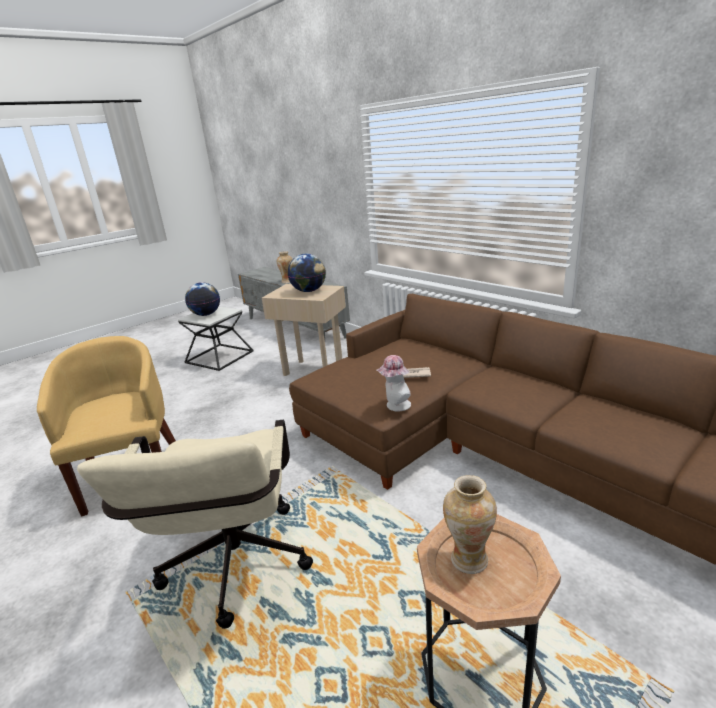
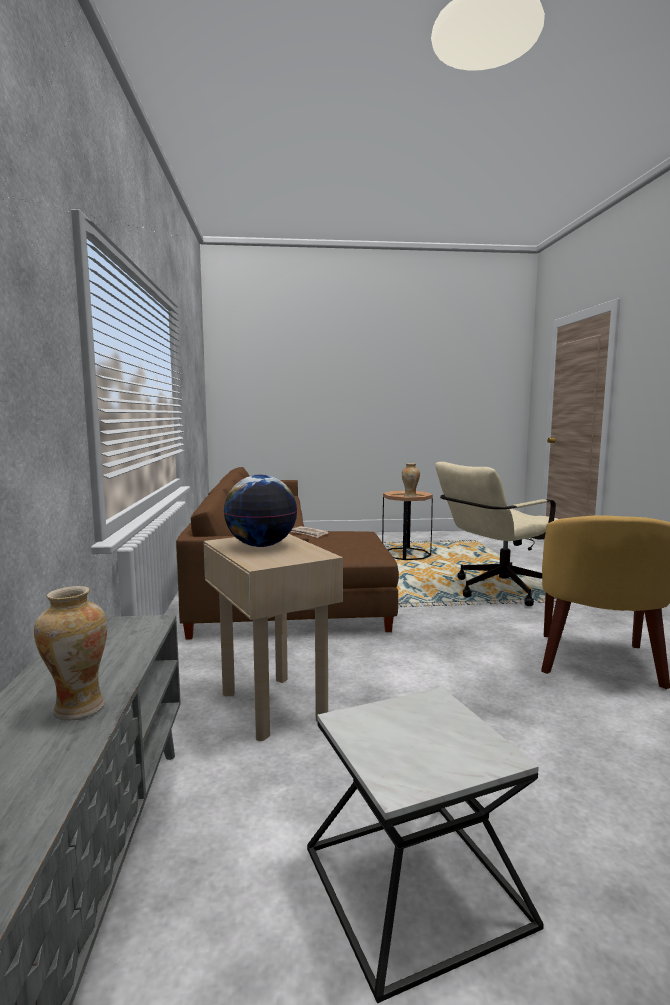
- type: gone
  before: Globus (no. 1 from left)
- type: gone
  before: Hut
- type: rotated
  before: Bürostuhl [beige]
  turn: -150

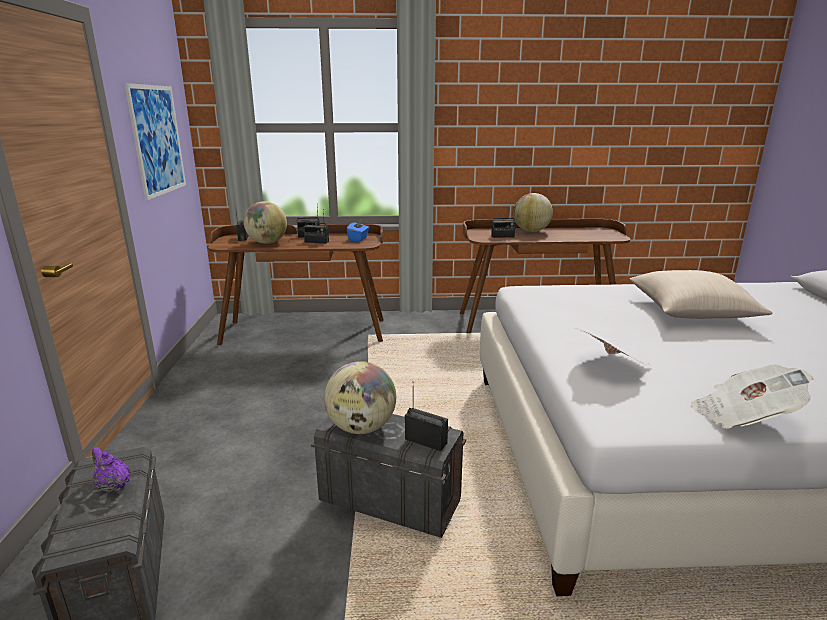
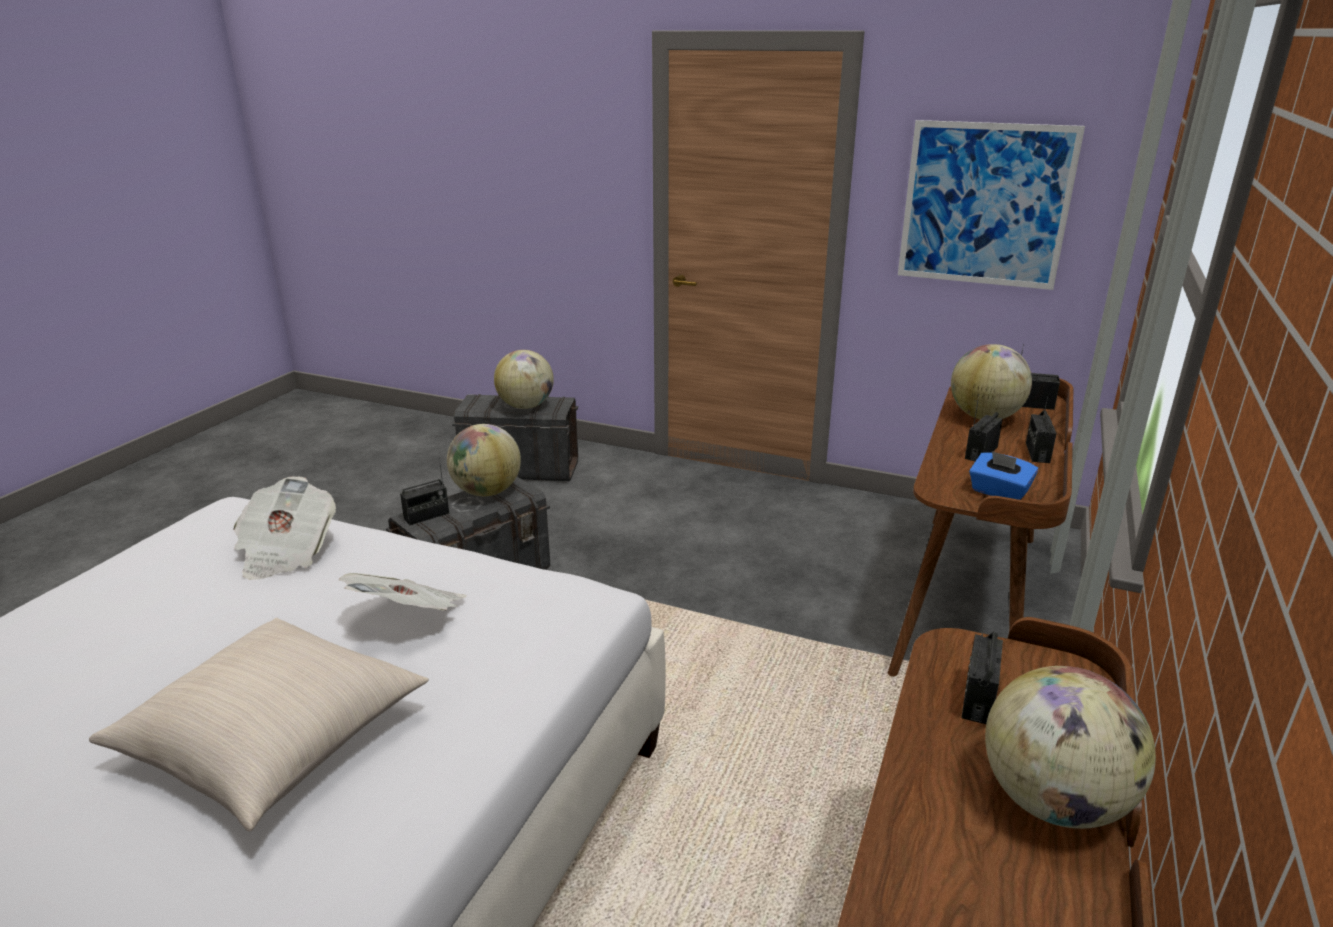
- type: shifted
  before: Zeitung (no. 2 from left)
- type: swapped
  before: Teekanne [lila]
  after: Globus (no. 2 from left)

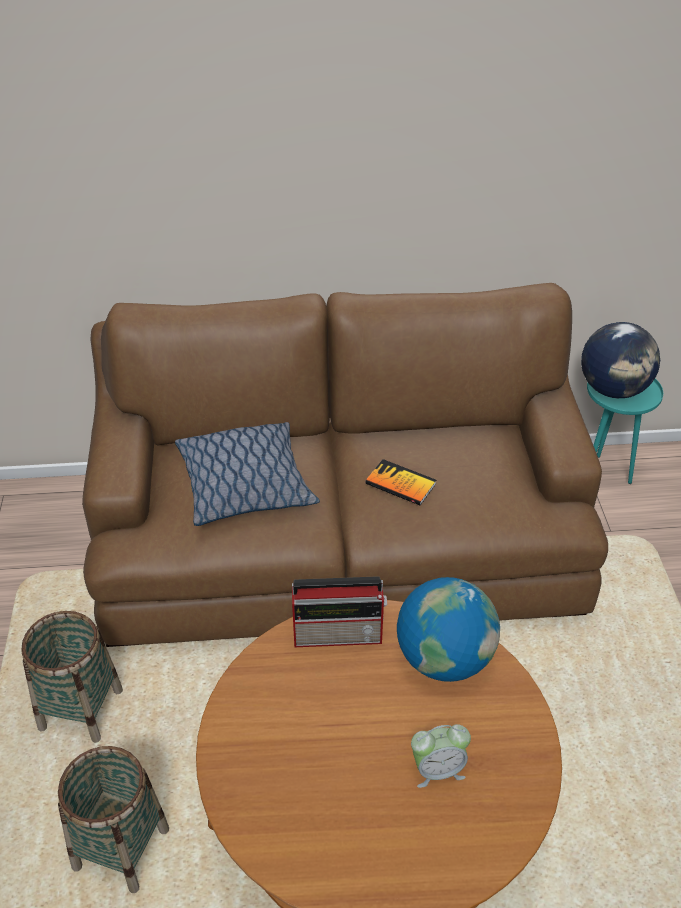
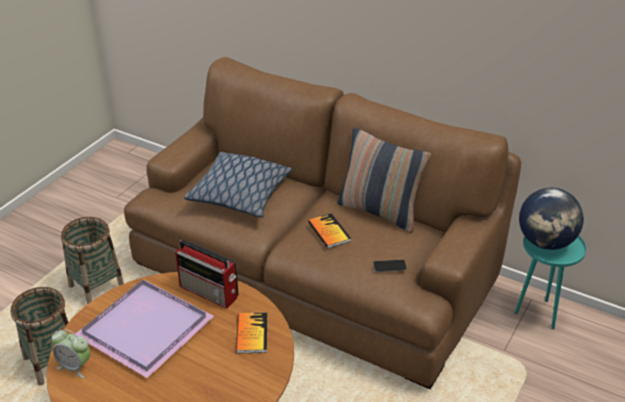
- type: swapped
  before: Globus (no. 1 from left)
  after: Buch (no. 1 from left)
- type: shifted
  before: Wecker
- type: new
  after: Kissen (no. 2 from left)
- type: new
  after: Handy
- type: new
  after: Tablett [lila]

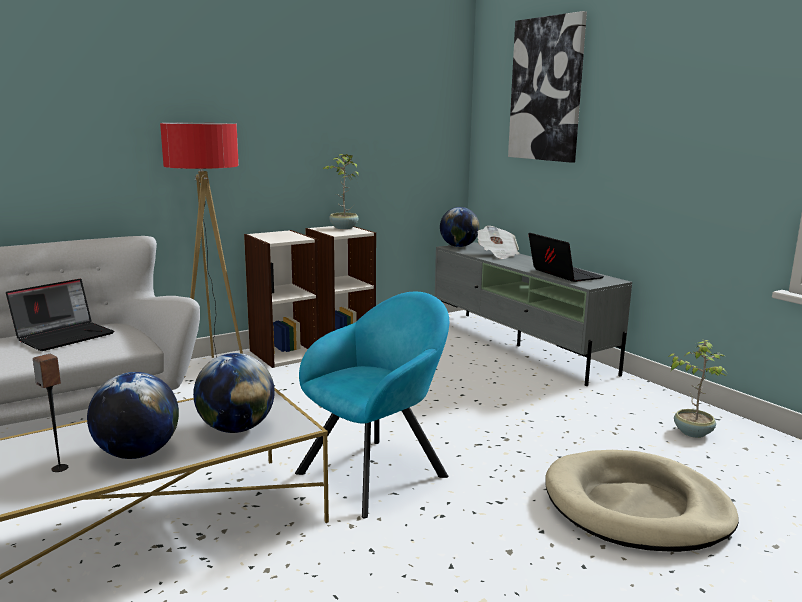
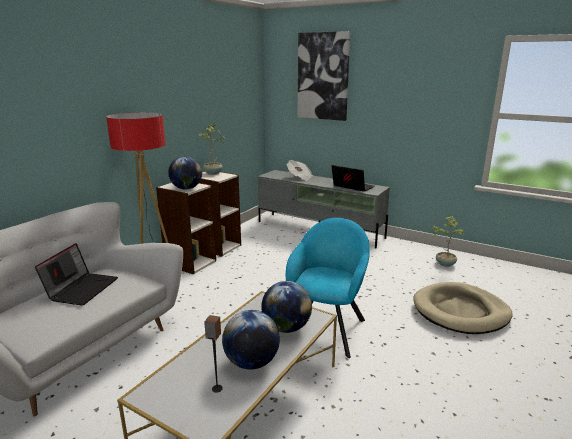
- type: shifted
  before: Globus (no. 3 from left in the first image)
  after: Globus (no. 1 from left)

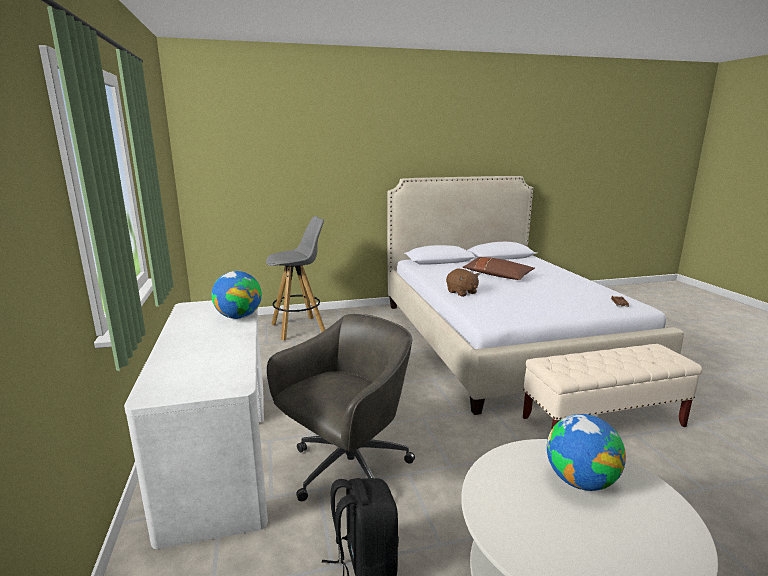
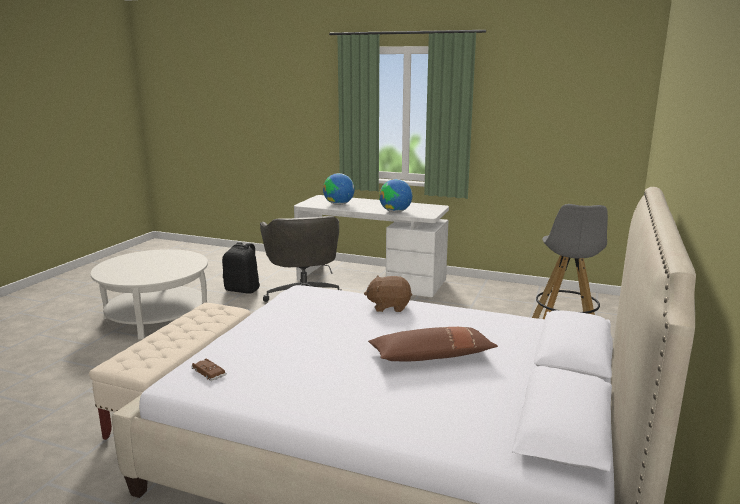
- type: shifted
  before: Globus (no. 2 from left in the first image)
  after: Globus (no. 1 from left)

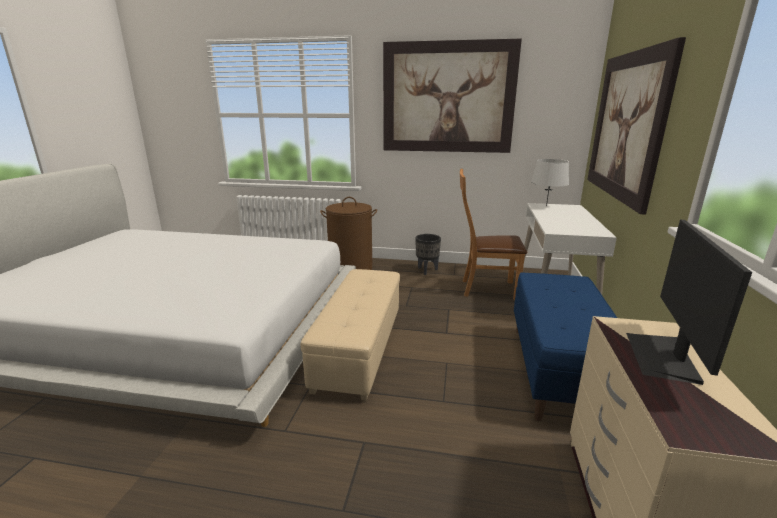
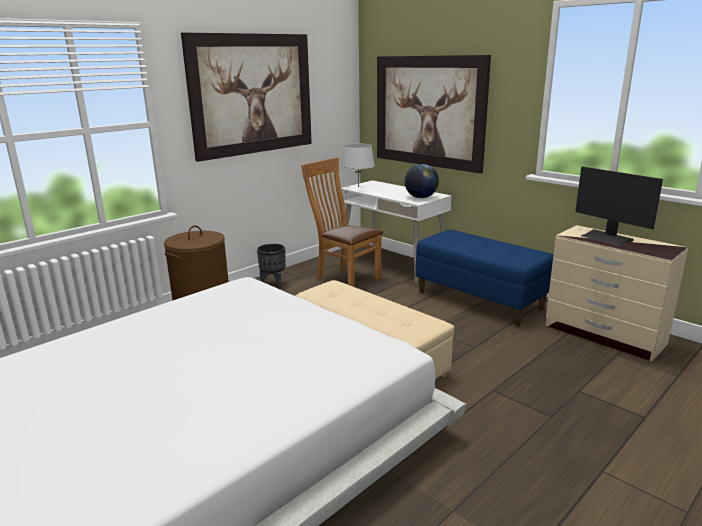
- type: rotated
  before: Stuhl [braun]
  turn: 90
- type: new
  after: Globus

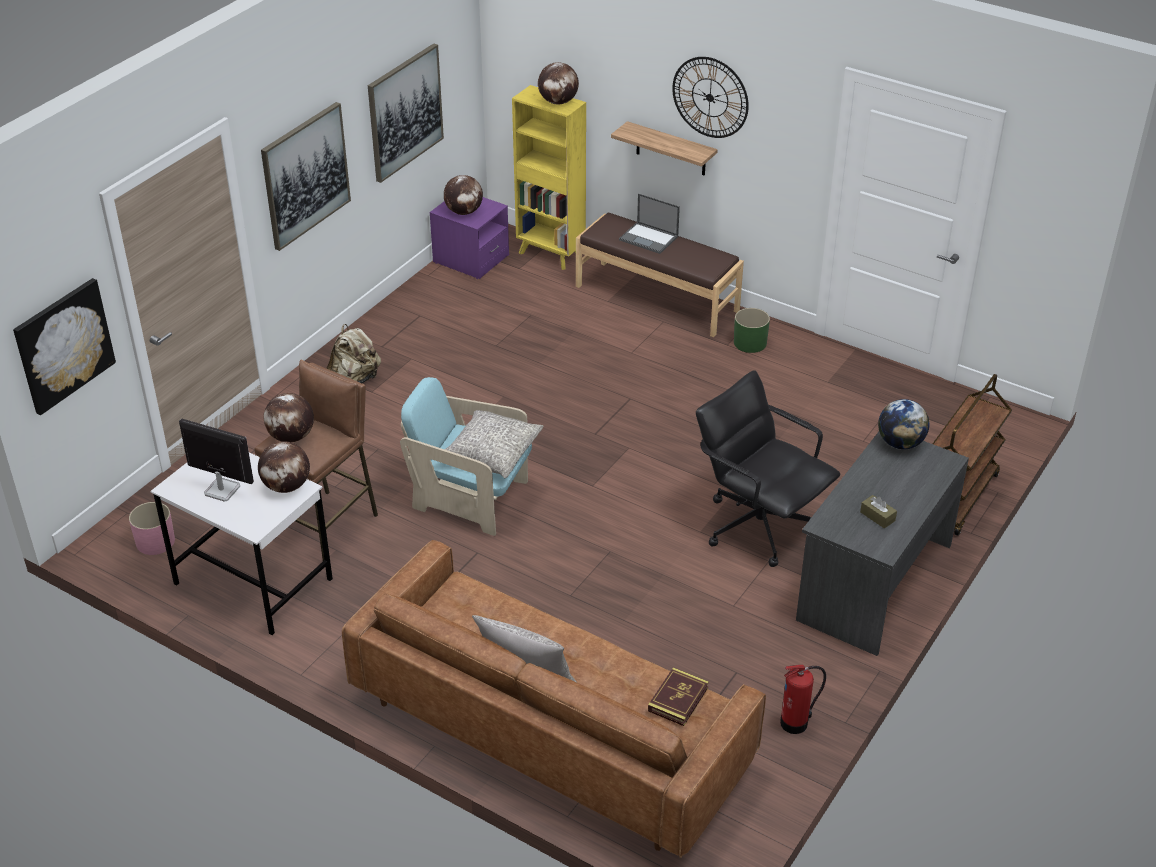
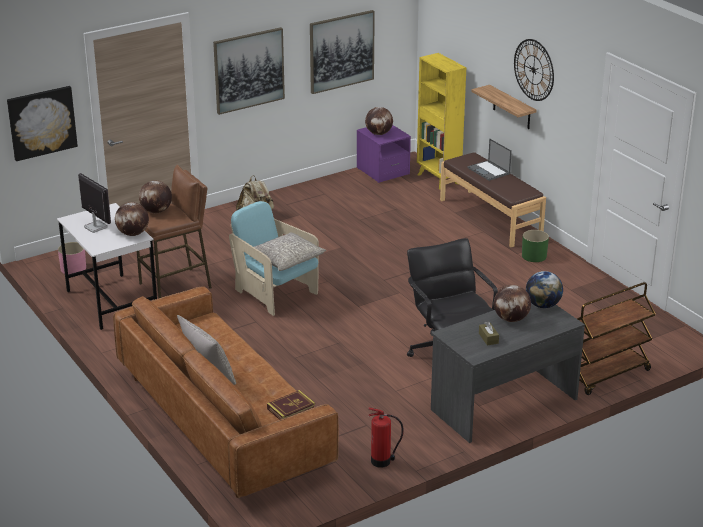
- type: shifted
  before: Globus (no. 4 from left)

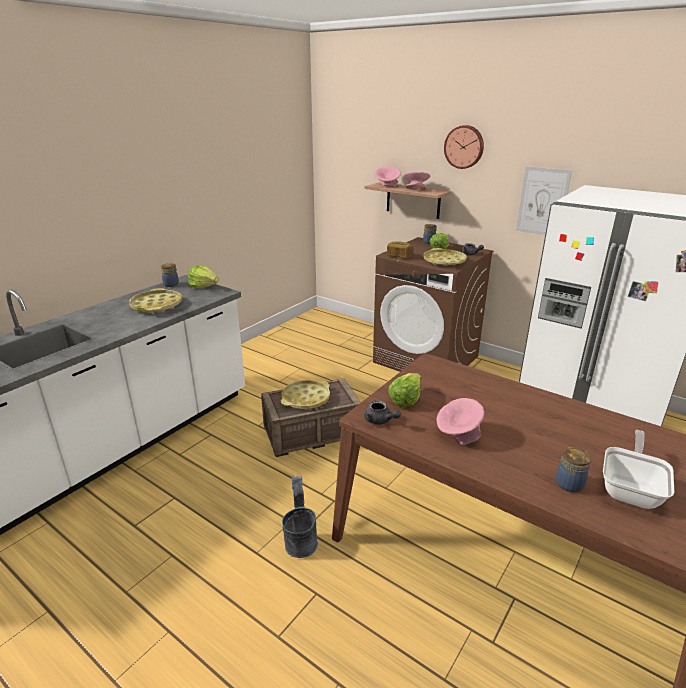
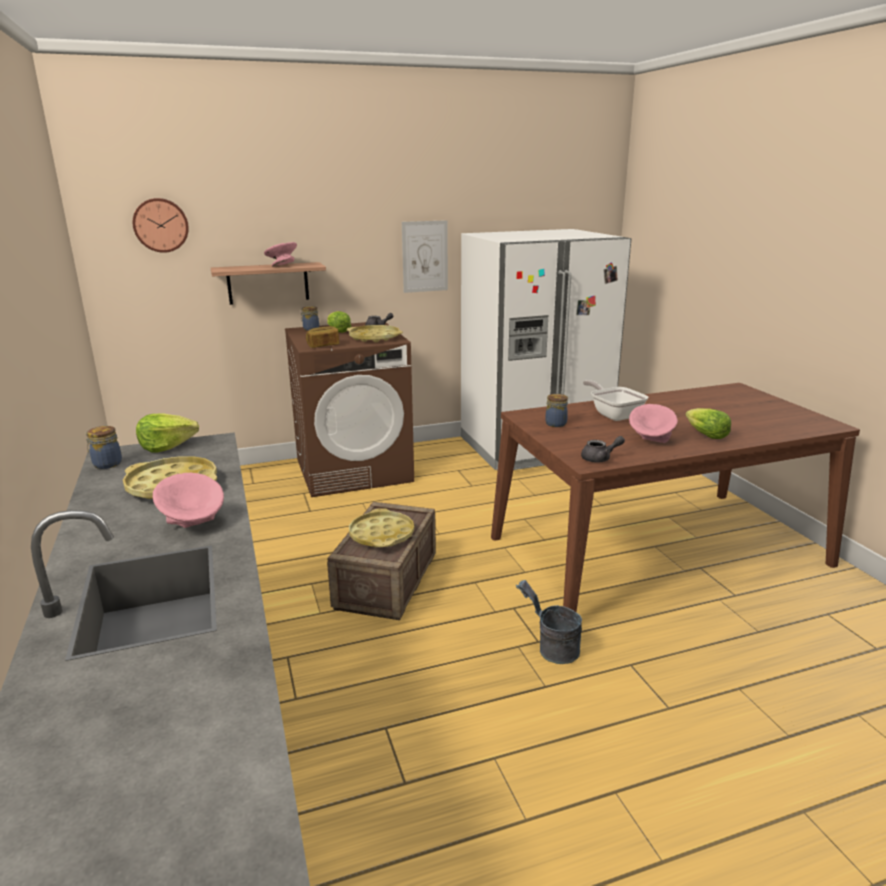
- type: shifted
  before: Wanduhr
- type: shifted
  before: Schüssel [rosa] (no. 1 from left)
- type: shifted
  before: Salatkopf (no. 2 from left in the first image)
  after: Salatkopf (no. 3 from left)
- type: shifted
  before: Pfanne
- type: shifted
  before: Vorratsglas (no. 3 from left)

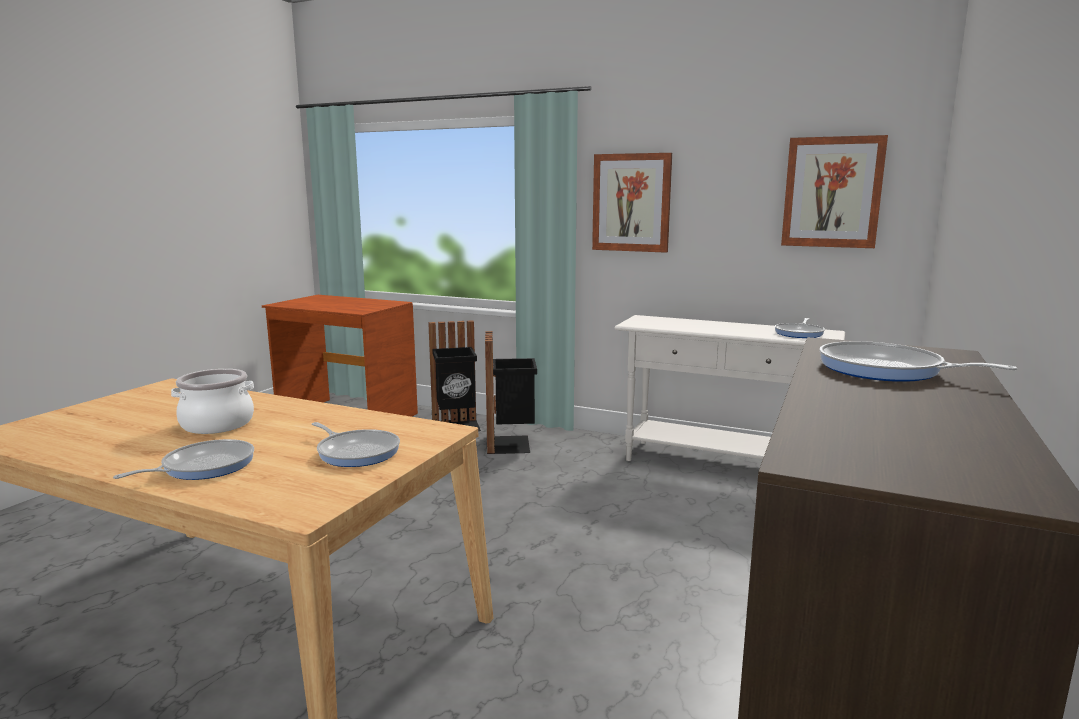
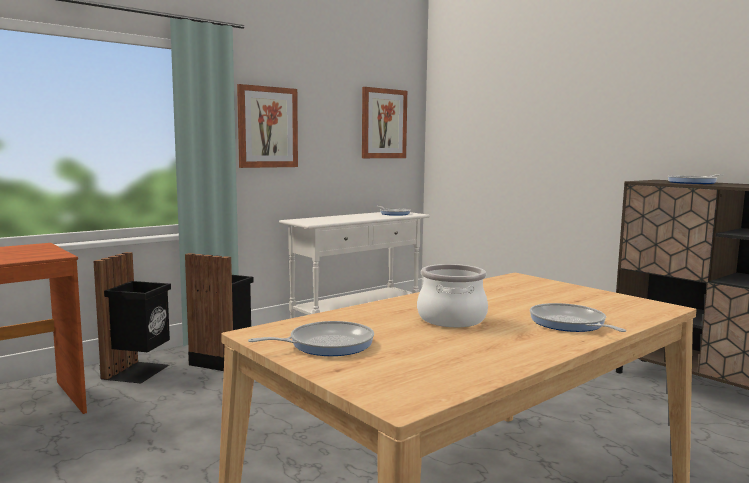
- type: shifted
  before: Pfanne (no. 2 from left in the first image)
  after: Pfanne (no. 1 from left)

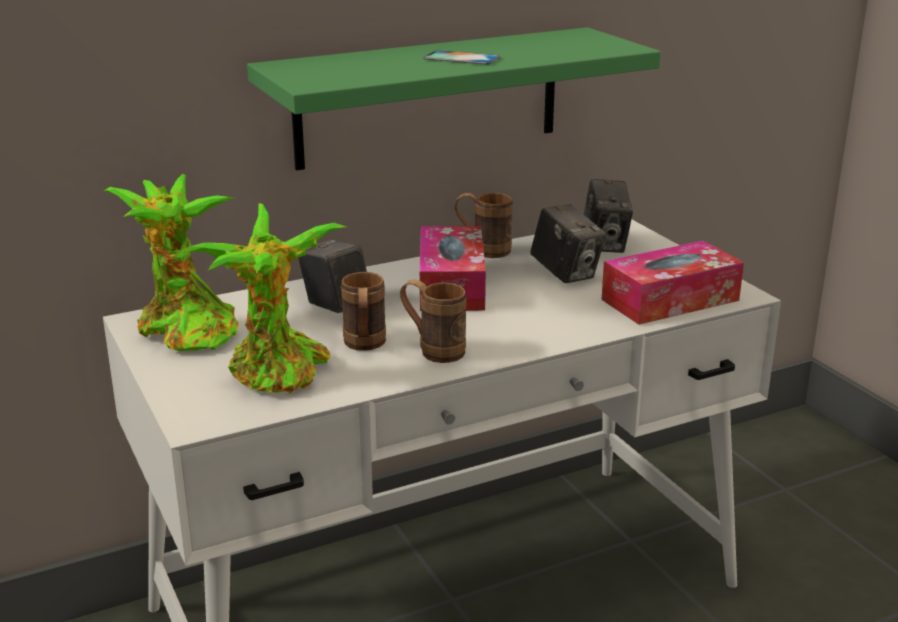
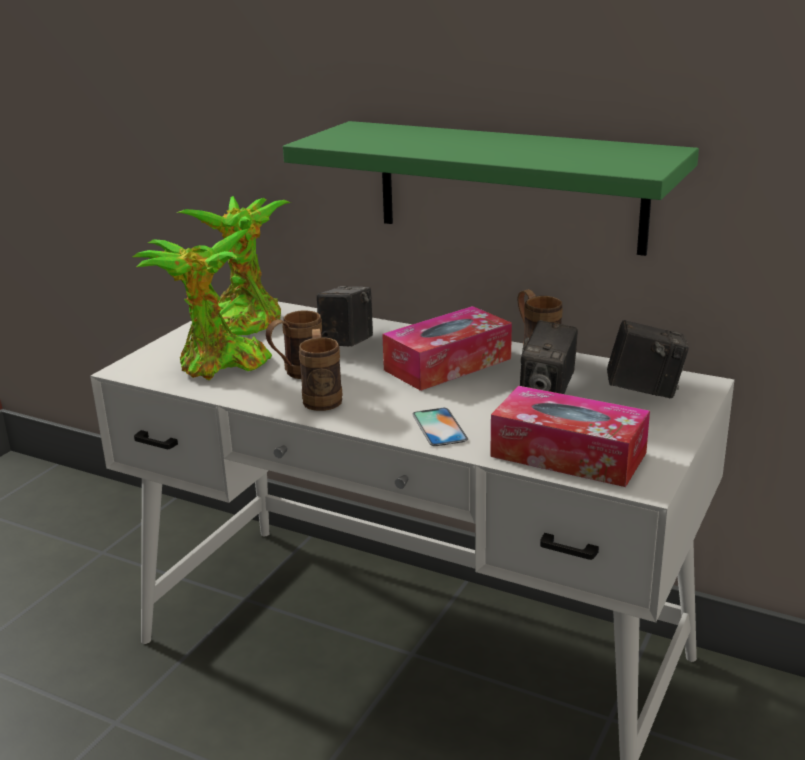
- type: shifted
  before: Handy
- type: rotated
  before: Kamera (no. 3 from left)
  turn: -135

